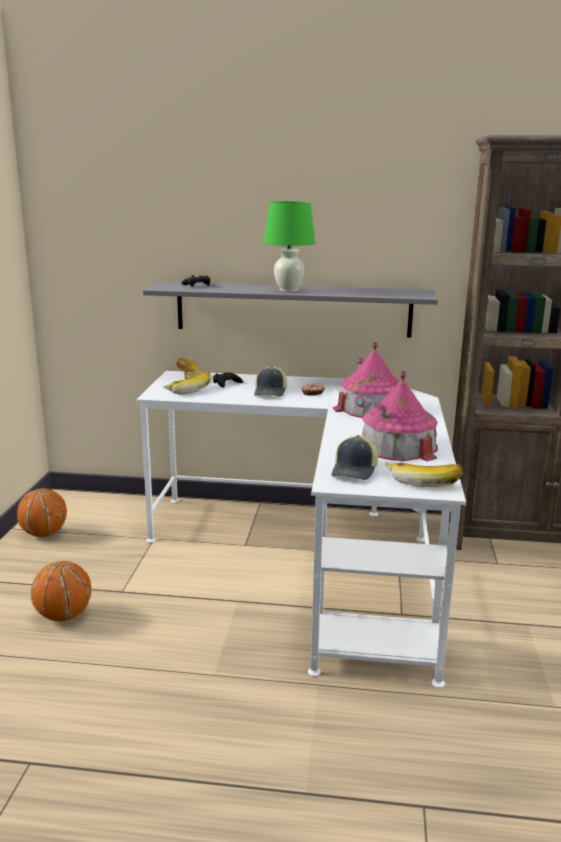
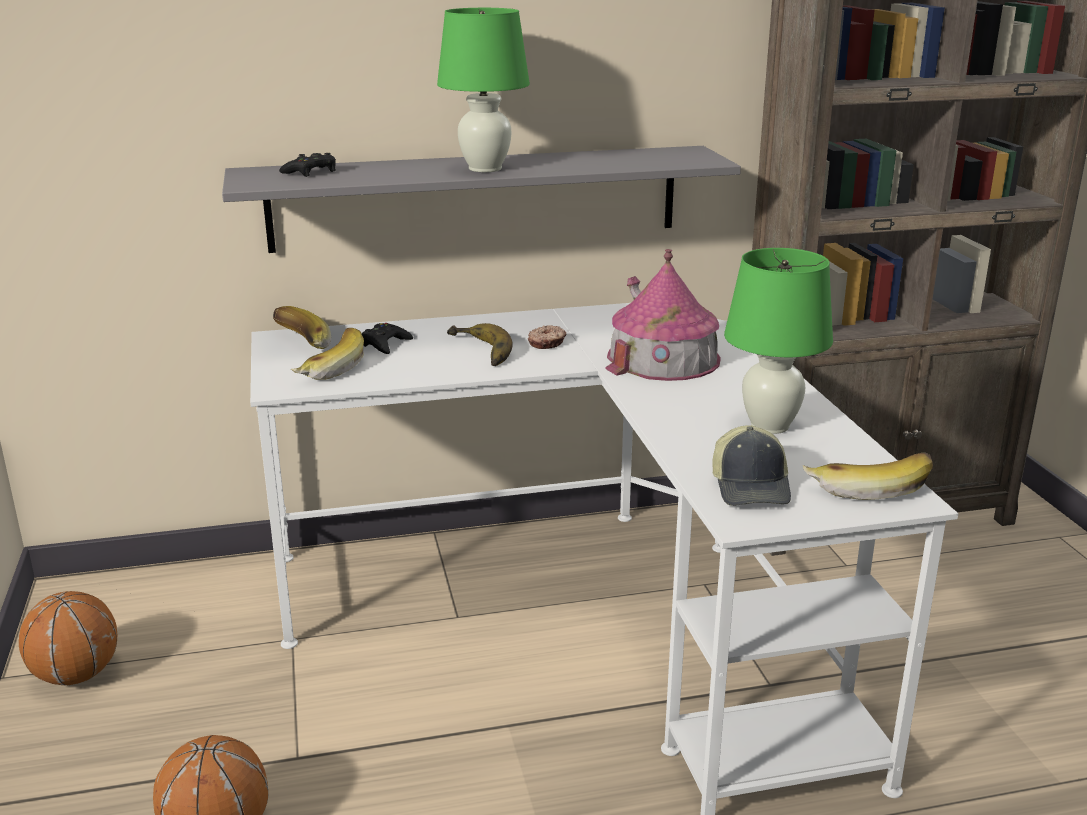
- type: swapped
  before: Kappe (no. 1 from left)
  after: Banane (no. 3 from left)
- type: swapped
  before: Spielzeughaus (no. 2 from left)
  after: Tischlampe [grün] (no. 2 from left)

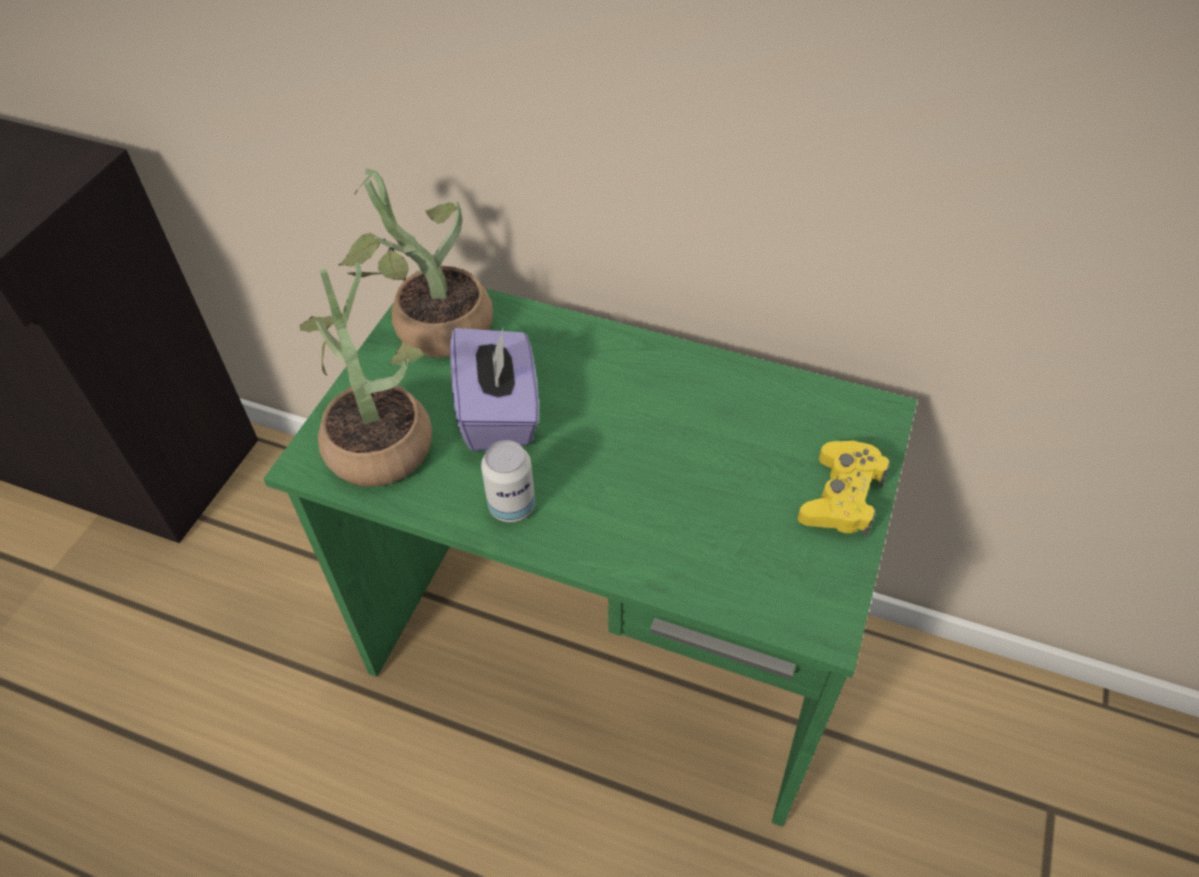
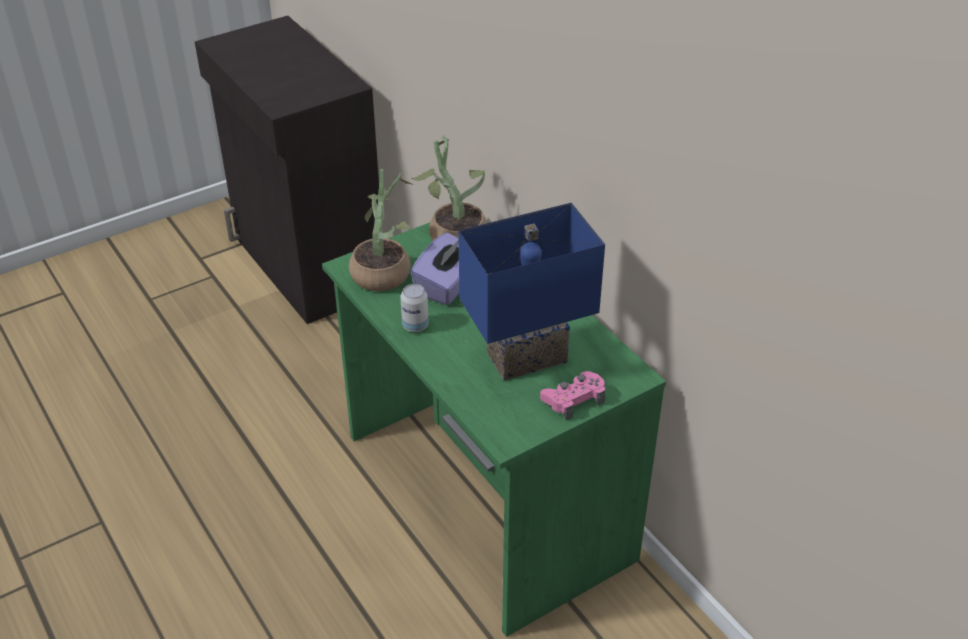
- type: repainted
  before: Gamepad [gelb]
  after: Gamepad [rosa]
- type: new
  after: Tischlampe [blau]

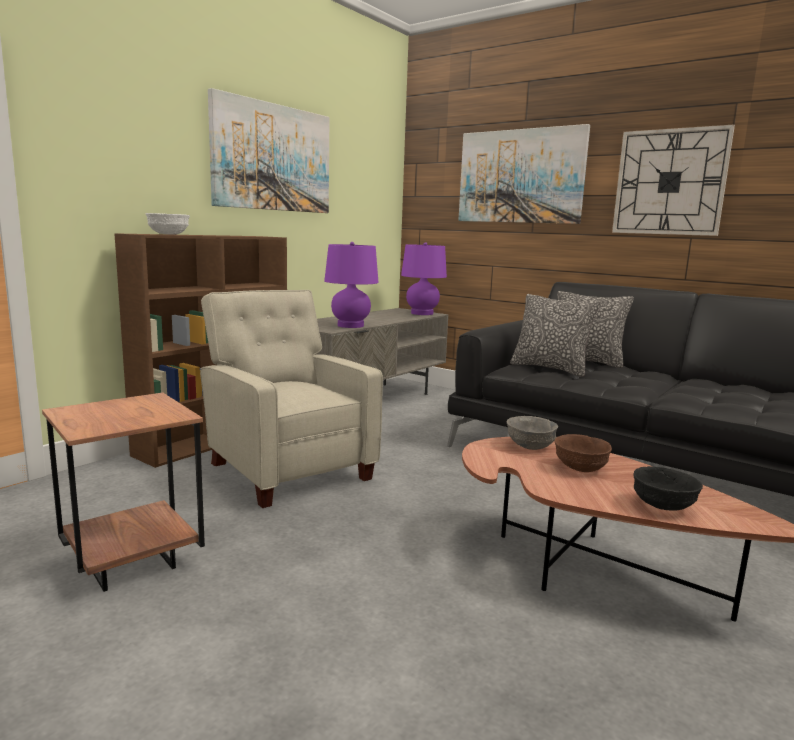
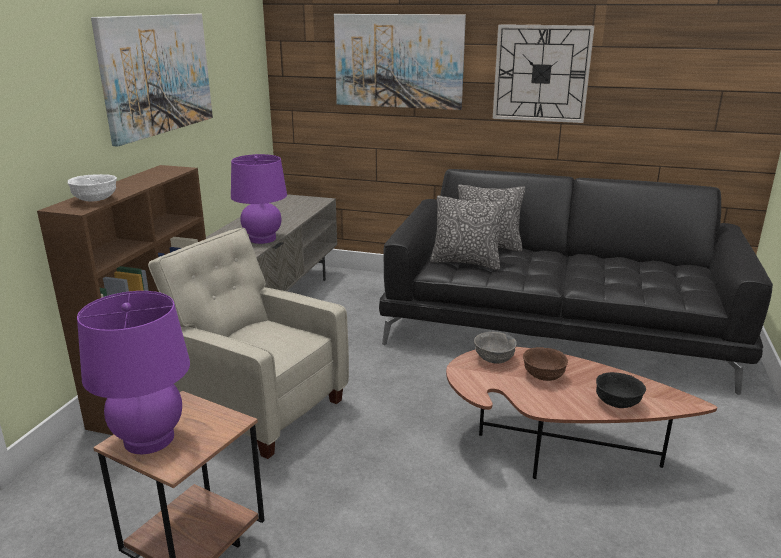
- type: shifted
  before: Tischlampe [lila] (no. 2 from left in the first image)
  after: Tischlampe [lila] (no. 1 from left)

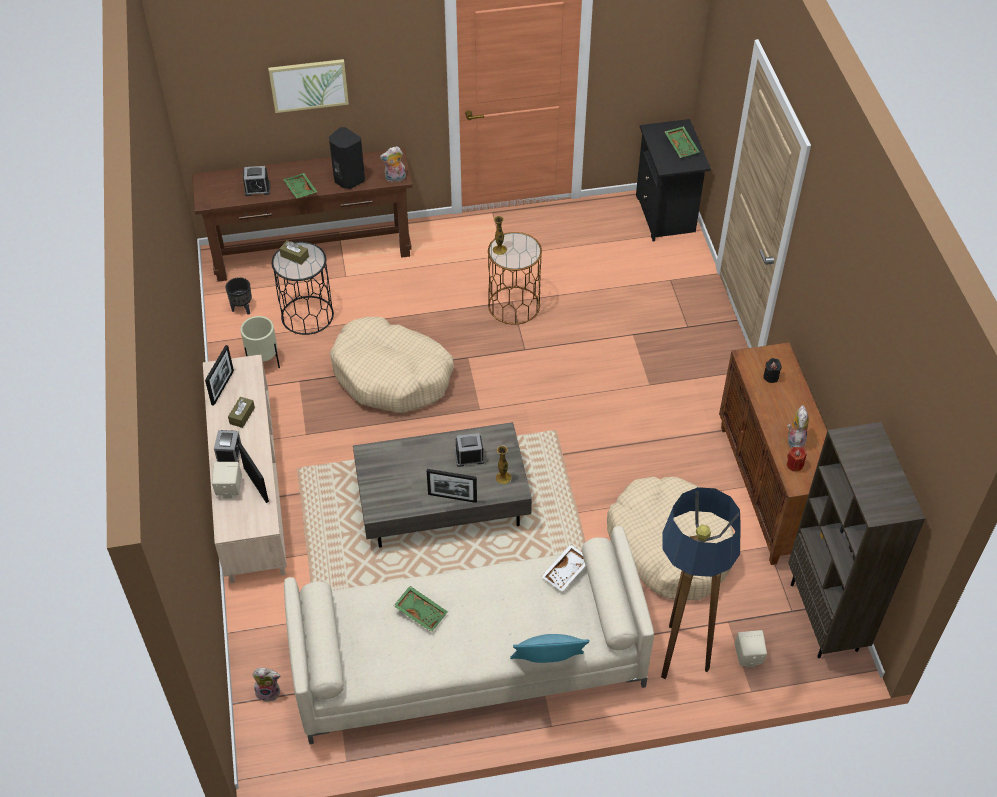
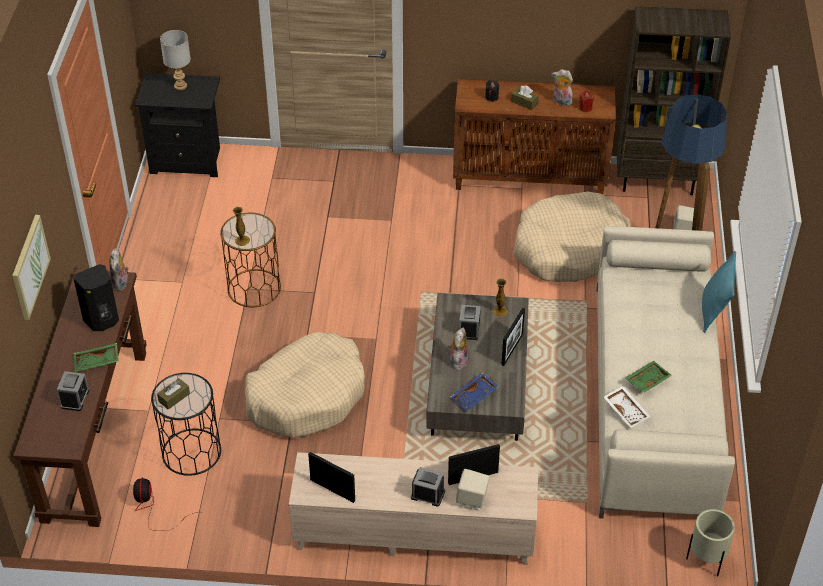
- type: swapped
  before: Tablett [grün] (no. 3 from left)
  after: Tischlampe [grau]
- type: swapped
  before: Pflanzkübel [schwarz]
  after: Ventilator
- type: shifted
  before: Pflanzkübel [beige]
- type: shifted
  before: Taschentuchbox [braun] (no. 1 from left in the first image)
  after: Taschentuchbox [braun] (no. 2 from left)
- type: shifted
  before: Tablett [weiß]
- type: shifted
  before: Plüschtier (no. 1 from left in the first image)
  after: Plüschtier (no. 2 from left)
- type: new
  after: Tablett [blau]

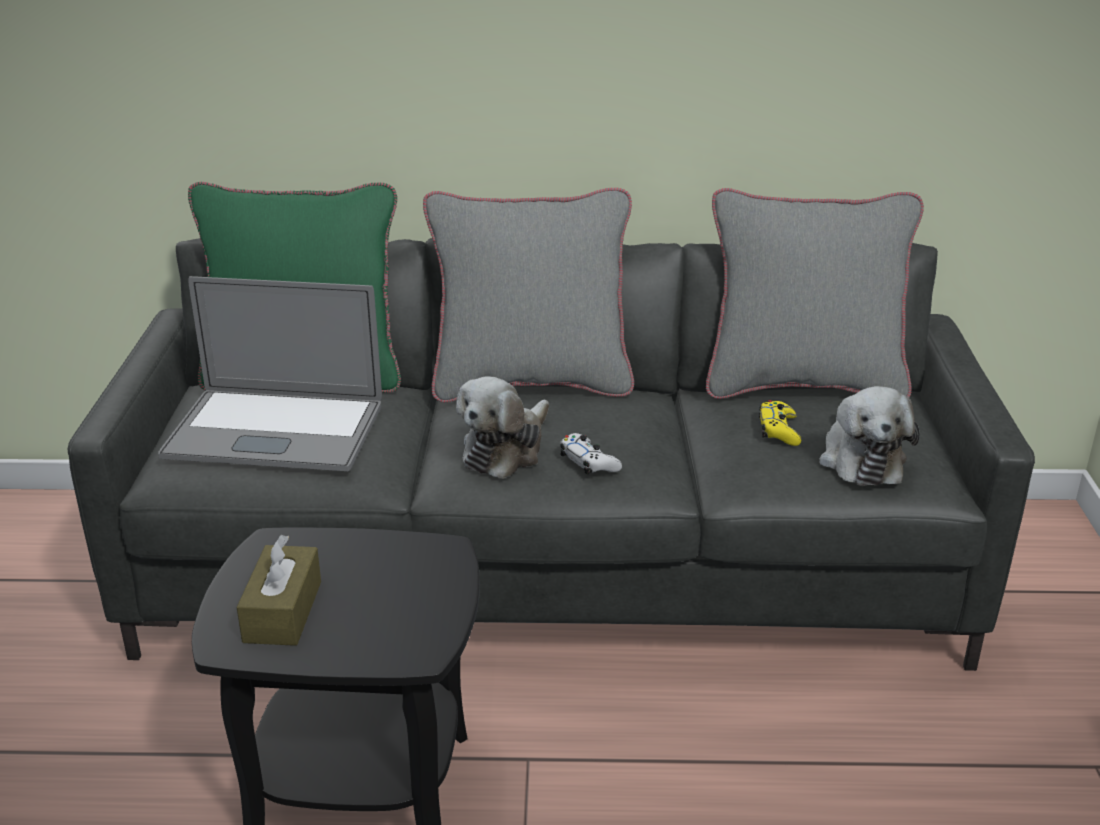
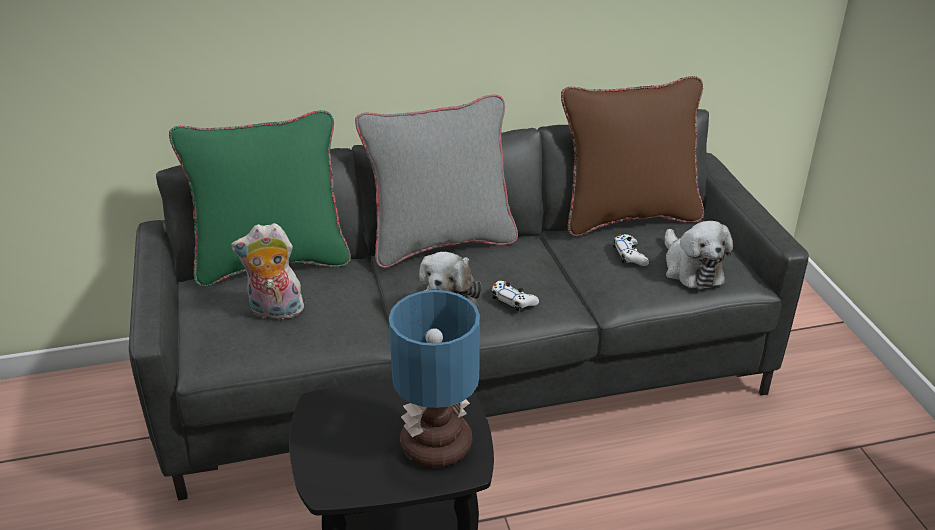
- type: repainted
  before: Kissen [grau] (no. 2 from left)
  after: Kissen [braun]
- type: swapped
  before: Laptop
  after: Plüschtier (no. 1 from left)
- type: repainted
  before: Gamepad [gelb]
  after: Gamepad [weiß] (no. 2 from left)
- type: gone
  before: Taschentuchbox [braun]
- type: new
  after: Tischlampe

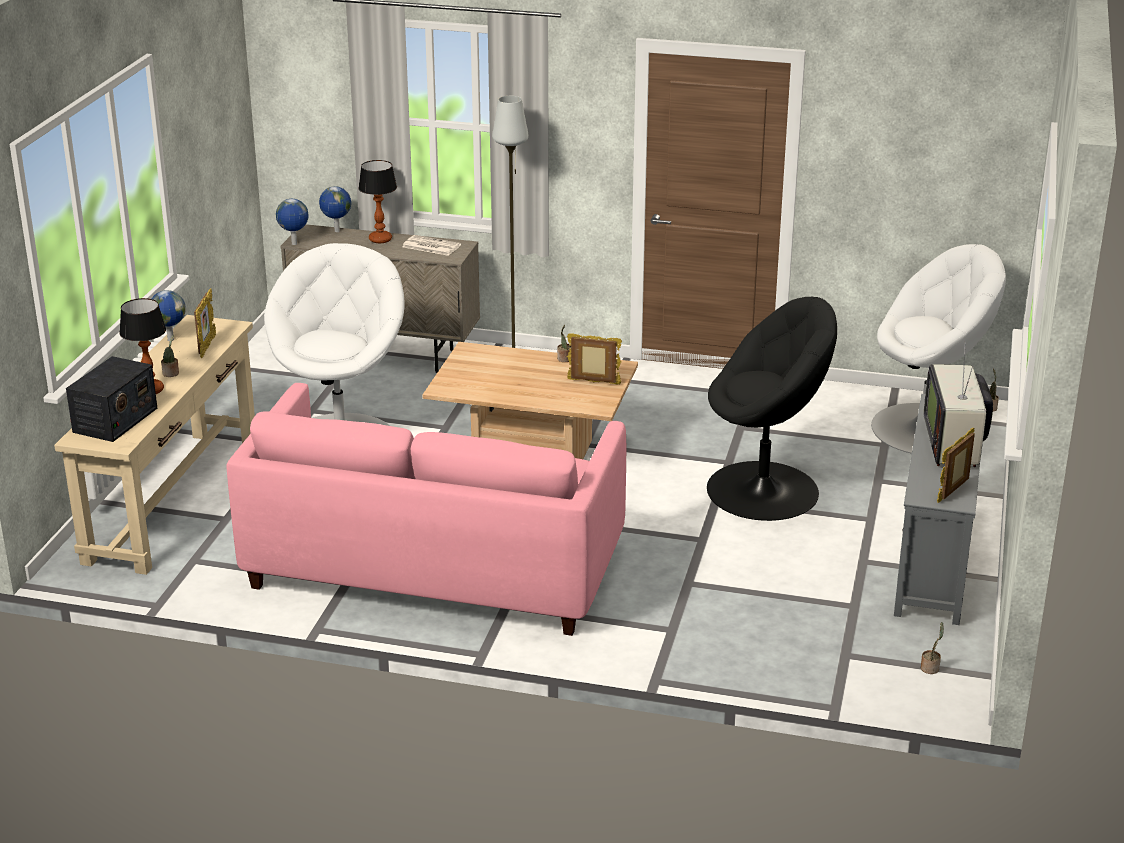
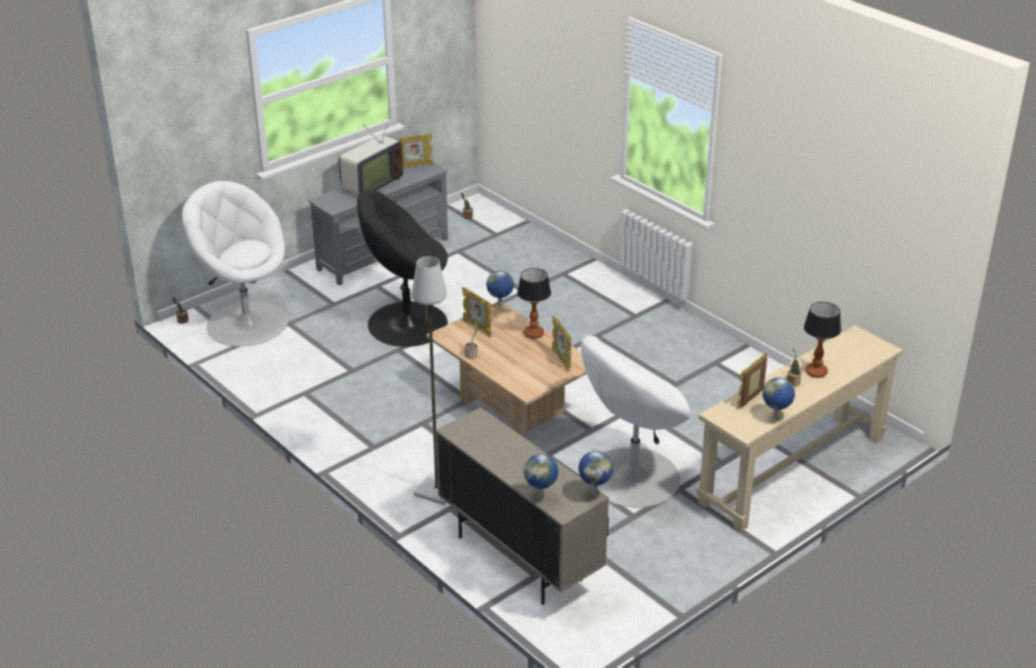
- type: shifted
  before: Tischlampe (no. 2 from left in the first image)
  after: Tischlampe (no. 1 from left)
- type: gone
  before: Zeitung
- type: rotated
  before: Sessel [schwarz]
  turn: -45
- type: gone
  before: Radio
- type: gone
  before: Sofa [rosa]
- type: new
  after: Globus (no. 1 from left)
- type: new
  after: Bilderrahmen (no. 3 from left)

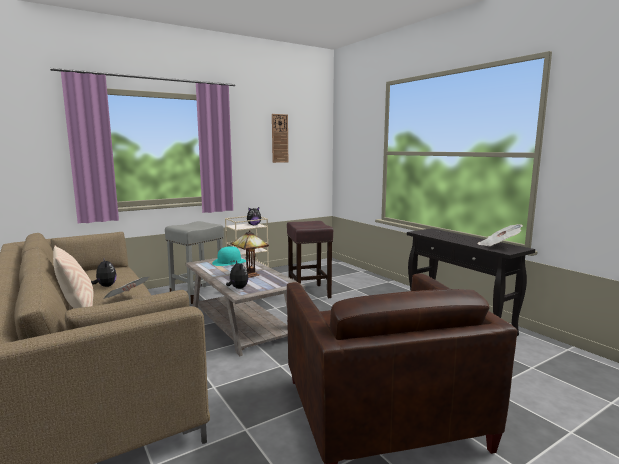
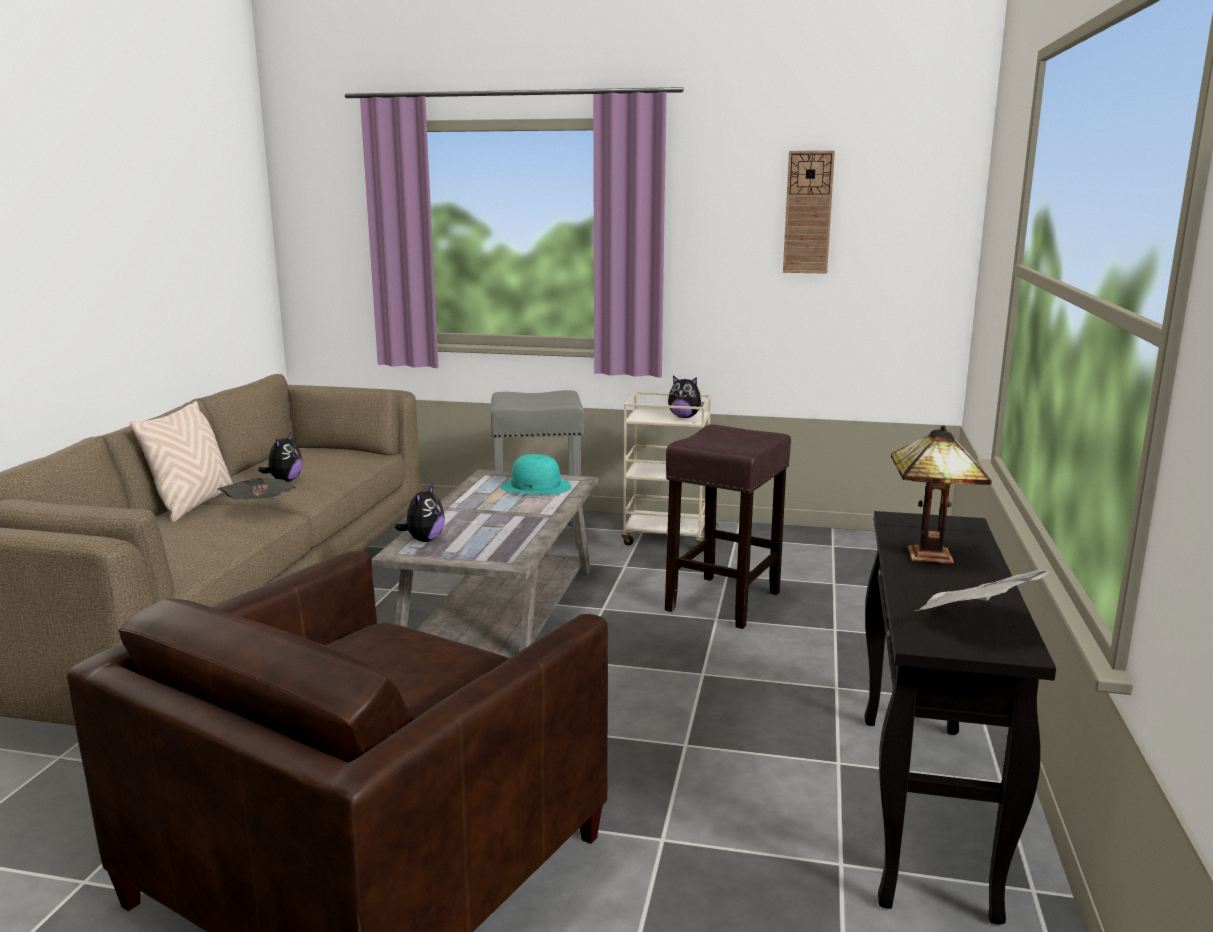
- type: shifted
  before: Tischlampe

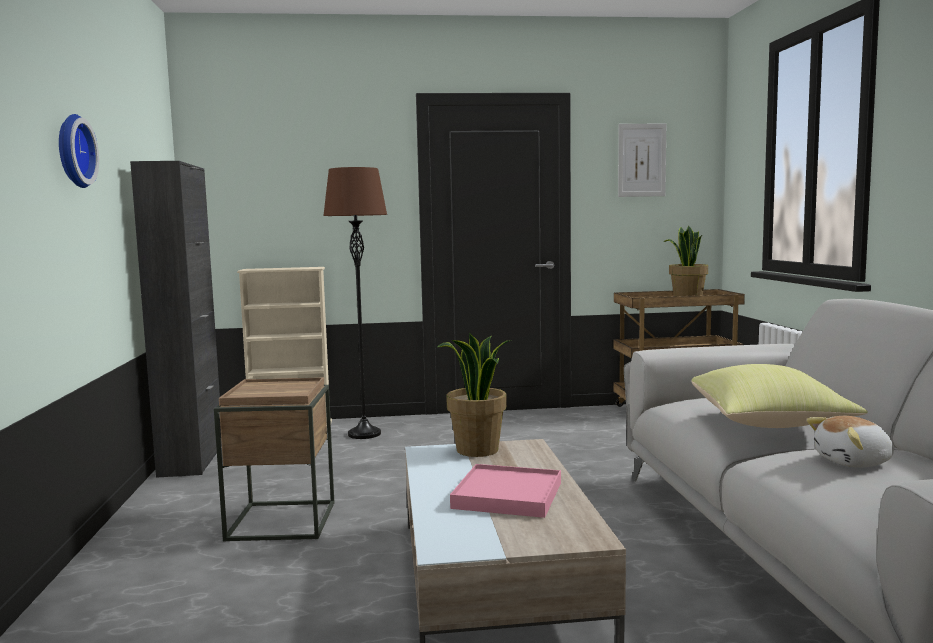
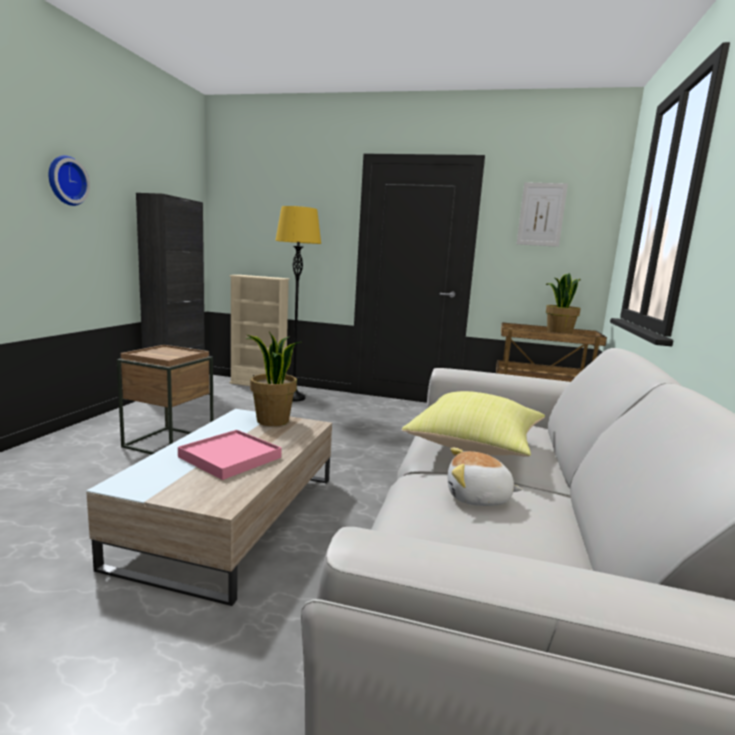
- type: repainted
  before: Stehlampe [braun]
  after: Stehlampe [gelb]

